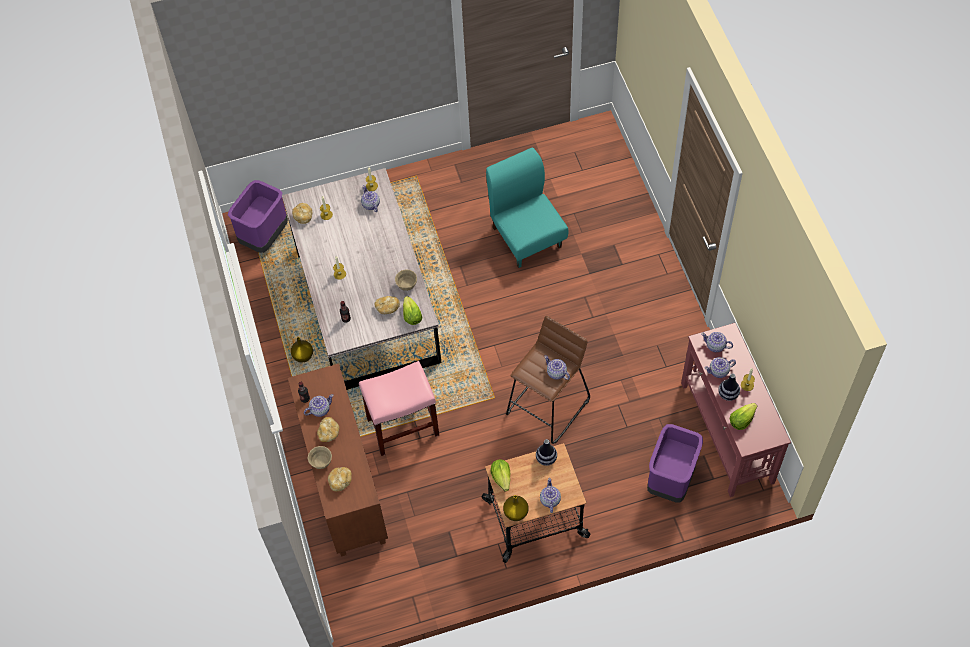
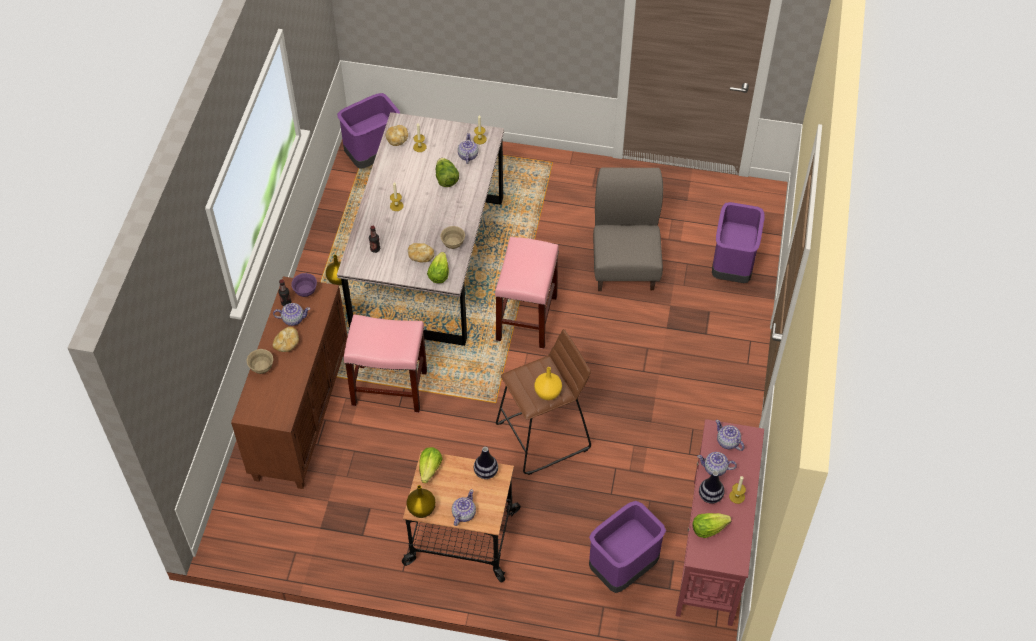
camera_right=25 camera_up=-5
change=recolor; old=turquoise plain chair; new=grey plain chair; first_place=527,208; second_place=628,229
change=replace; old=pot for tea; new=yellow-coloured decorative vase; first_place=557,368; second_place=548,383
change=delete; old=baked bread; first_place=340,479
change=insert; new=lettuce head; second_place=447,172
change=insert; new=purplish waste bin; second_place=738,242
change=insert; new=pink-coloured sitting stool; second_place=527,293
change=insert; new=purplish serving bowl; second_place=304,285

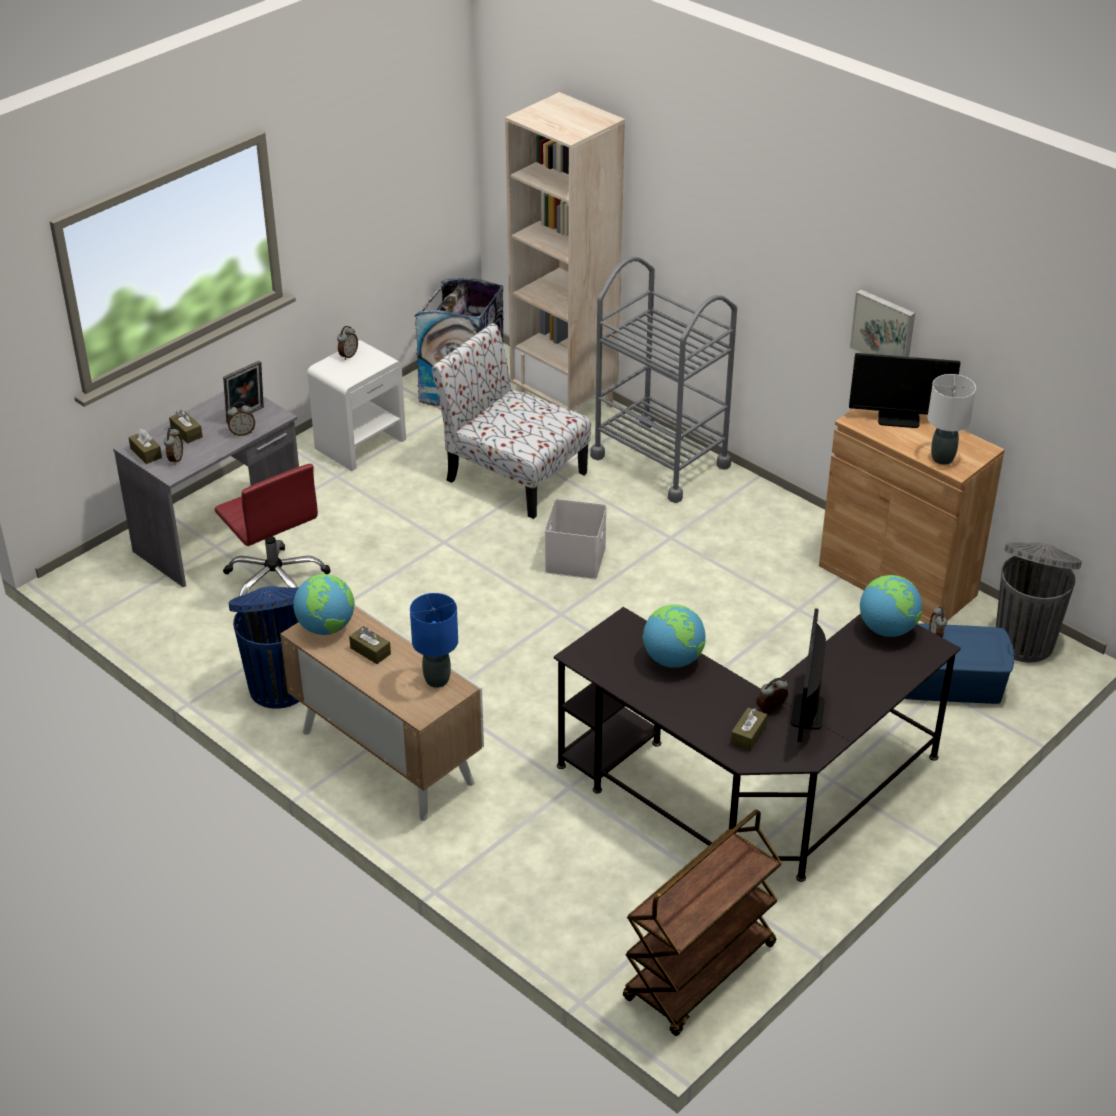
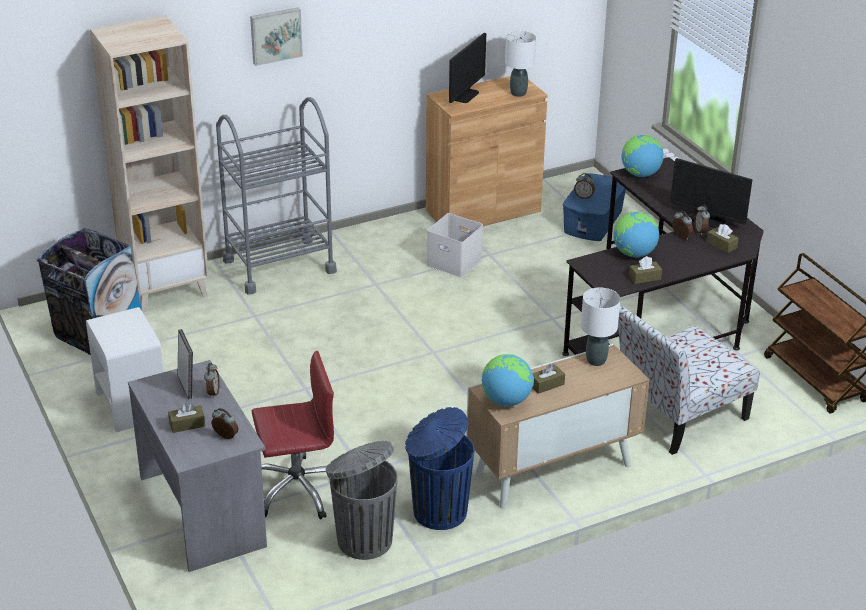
camera_right=-70 camera_up=-5
change=move; old=wall art; first_place=882,323; second_place=276,37
change=move; old=plain chair; first_place=511,421; second_place=689,380
change=move; old=bedside clock; first_place=347,343; second_place=682,225
change=move; old=brown-coloured tissue holder; first_place=145,446; second_place=645,270
change=move; old=white storage bin; first_place=576,539; second_place=455,245
change=move; old=grey waste bin; first_place=1039,602; second_place=362,500
change=recolor; old=blue table lamp; new=white table lamp; first_place=434,640; second_place=600,327

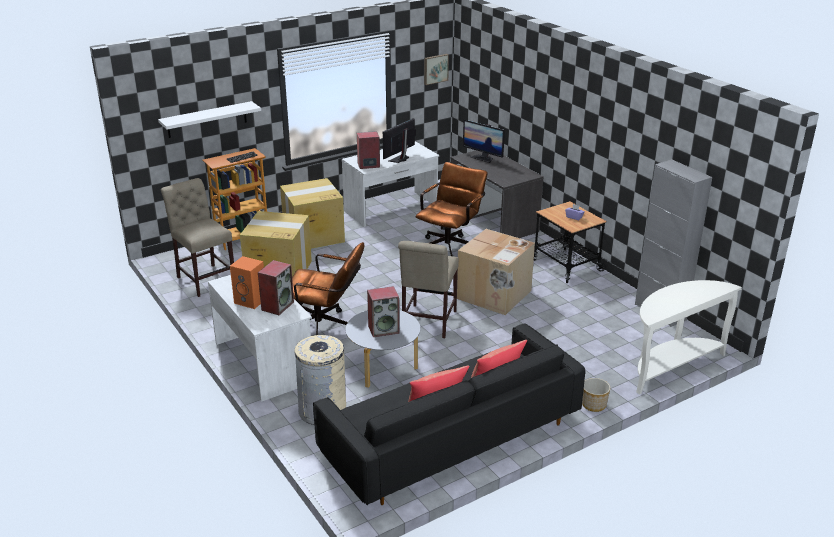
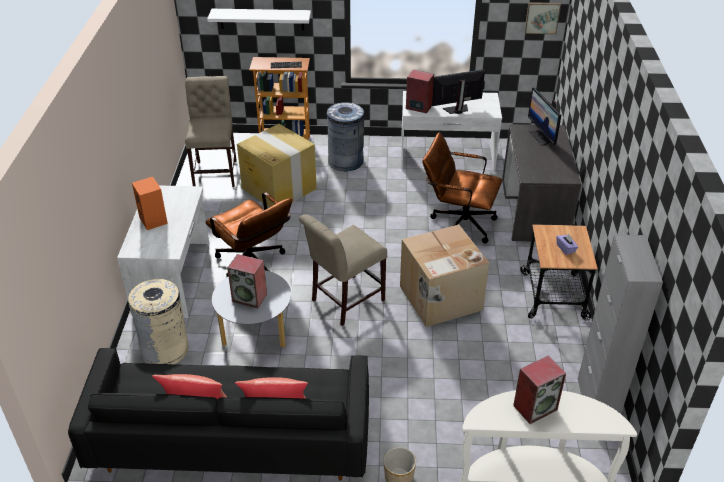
camera_right=35 camera_up=10
change=rotate; old=brown-coloured computer chair; first_place=451,209; second_place=462,187; degrees=-135
change=replace; old=packing box; new=grey waste bin; first_place=312,213; second_place=346,136
change=move; old=audio speaker; first_place=276,287; second_place=539,389

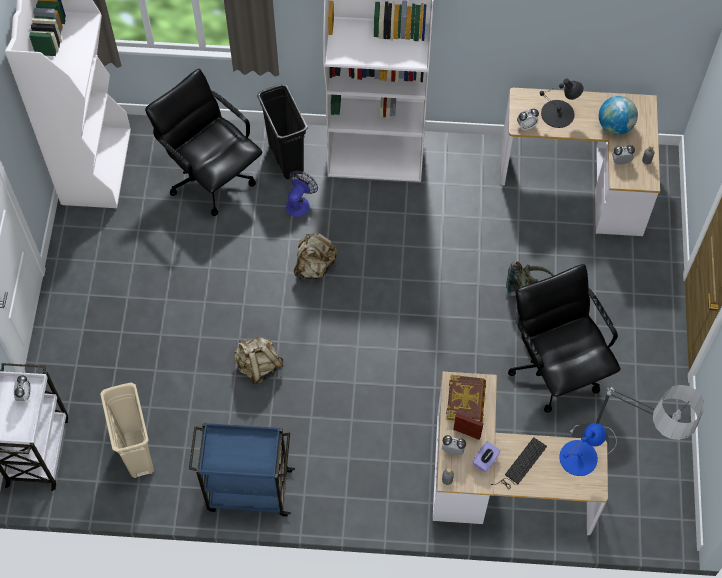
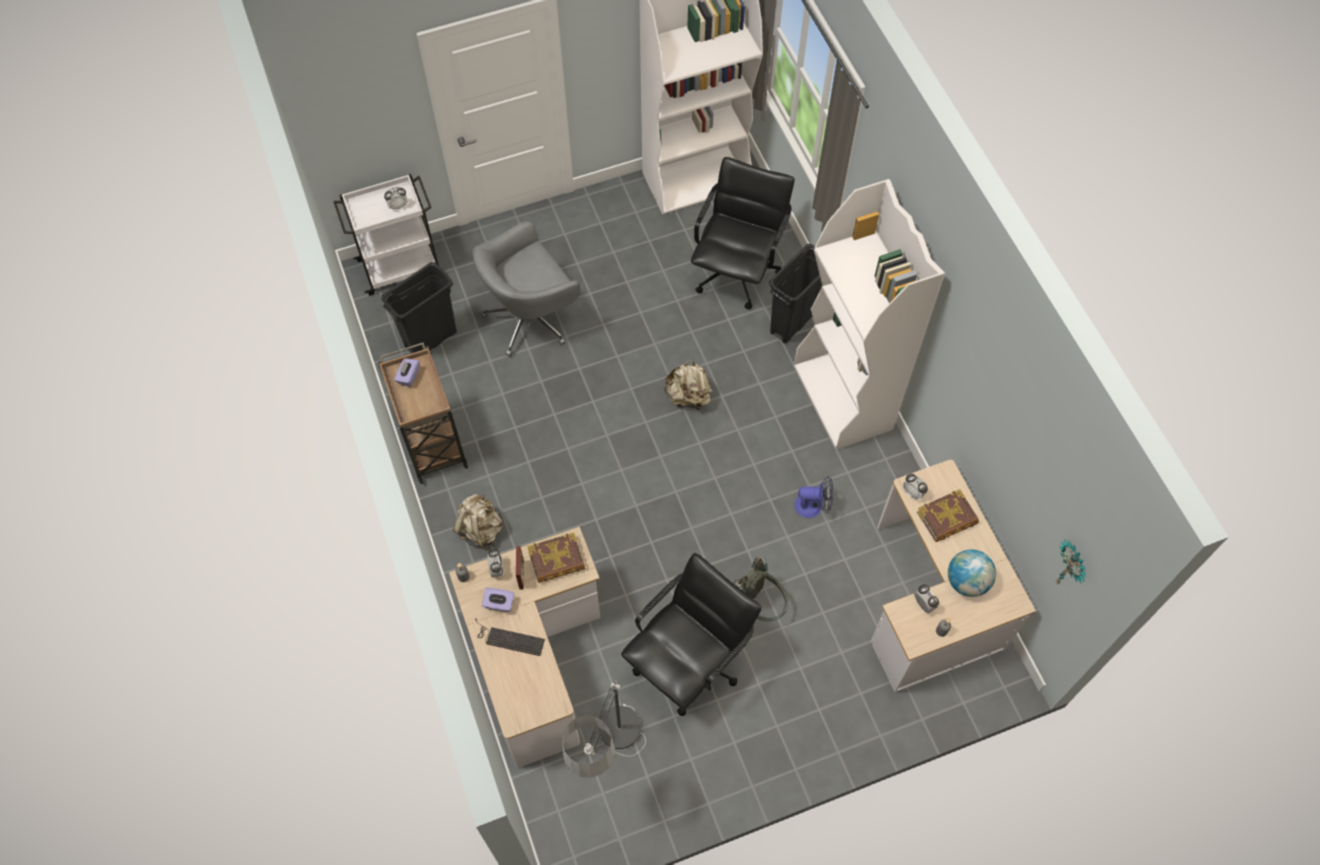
camera_right=65 camera_up=0
change=replace; old=blackish table lamp; new=book; first_place=561,103; second_place=948,515
change=move; old=cooling fan; first_place=302,194; second_place=814,497
change=move; old=sand-coloured knapsack; first_place=259,360; second_place=477,522
change=recolor; old=sand-coloured waste bin; new=blackish waste bin; first_place=127,430; second_place=419,308
change=recolor; old=blue cart; new=brown-coloured cart; first_place=242,469; second_place=423,413
change=delete; old=blue table lamp; first_place=583,449
change=insert; new=grey computer chair; second_place=526,289
change=insert; new=purplish tissue holder; second_place=407,372
change=insert; new=wall clock; second_place=1070,561

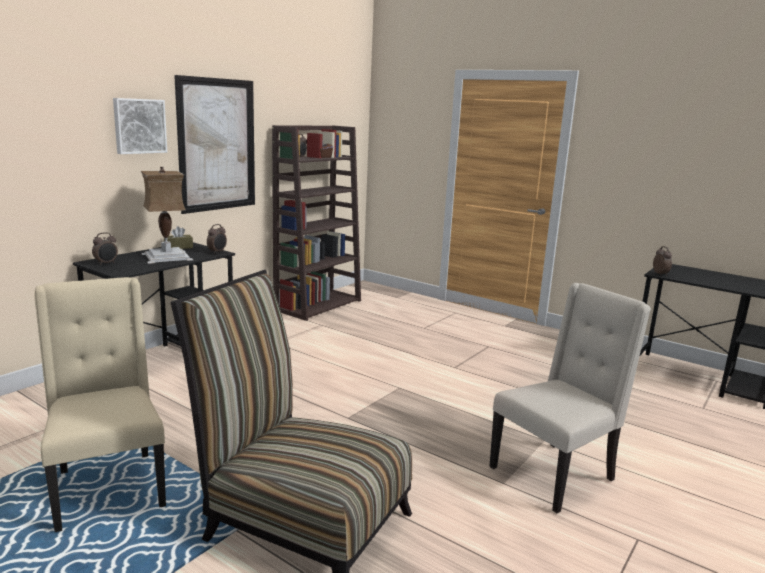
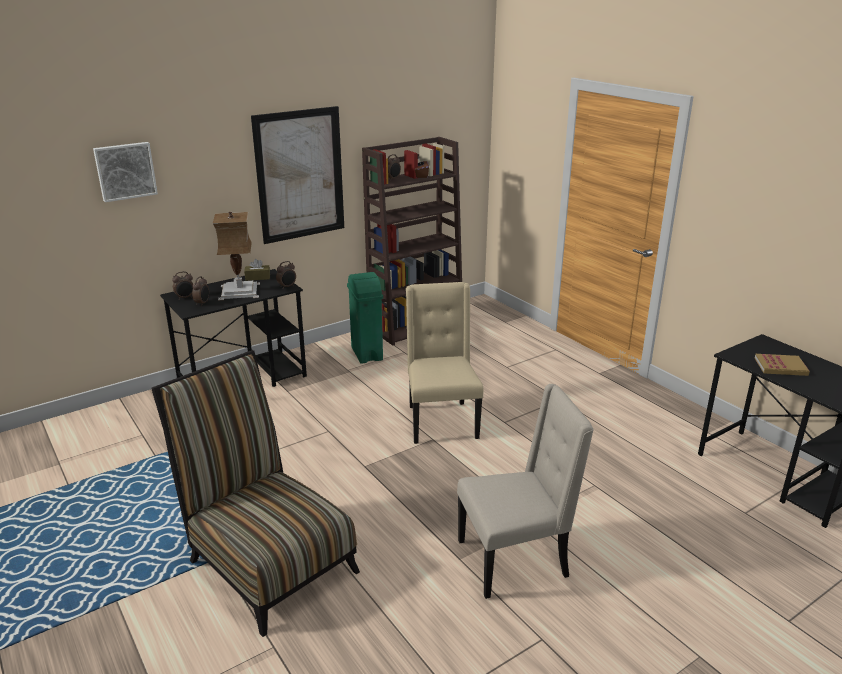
camera_right=20 camera_up=10
change=move; old=wall art; first_place=140,126; second_place=125,172
change=move; old=bedside clock; first_place=662,261; second_place=200,291
change=move; old=sand-coloured plain chair; first_place=100,404; second_place=444,363
change=insert; new=green-coloured waste bin; second_place=365,318
change=insert; new=book; second_place=782,365

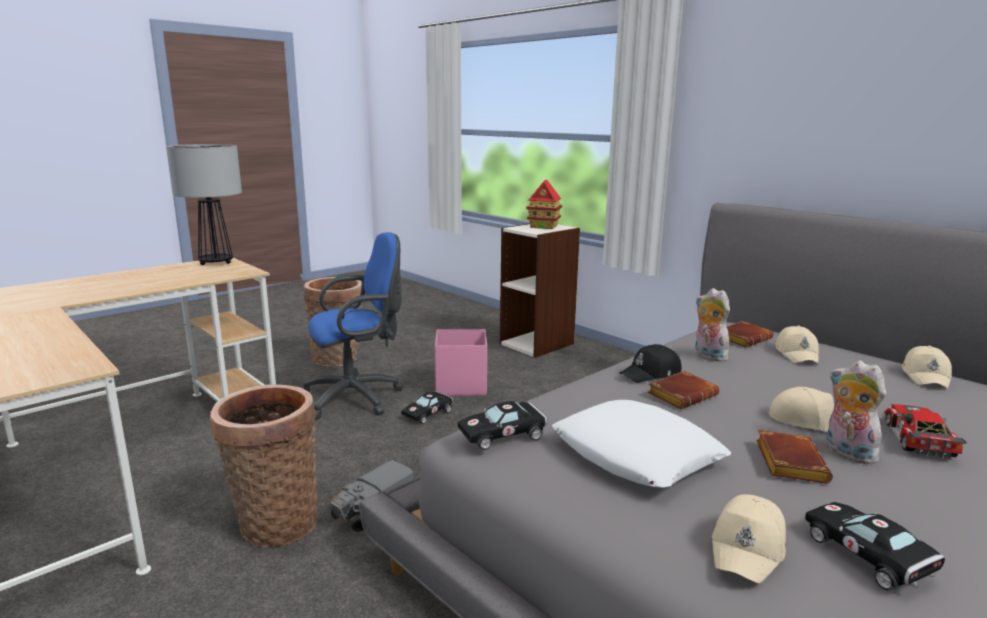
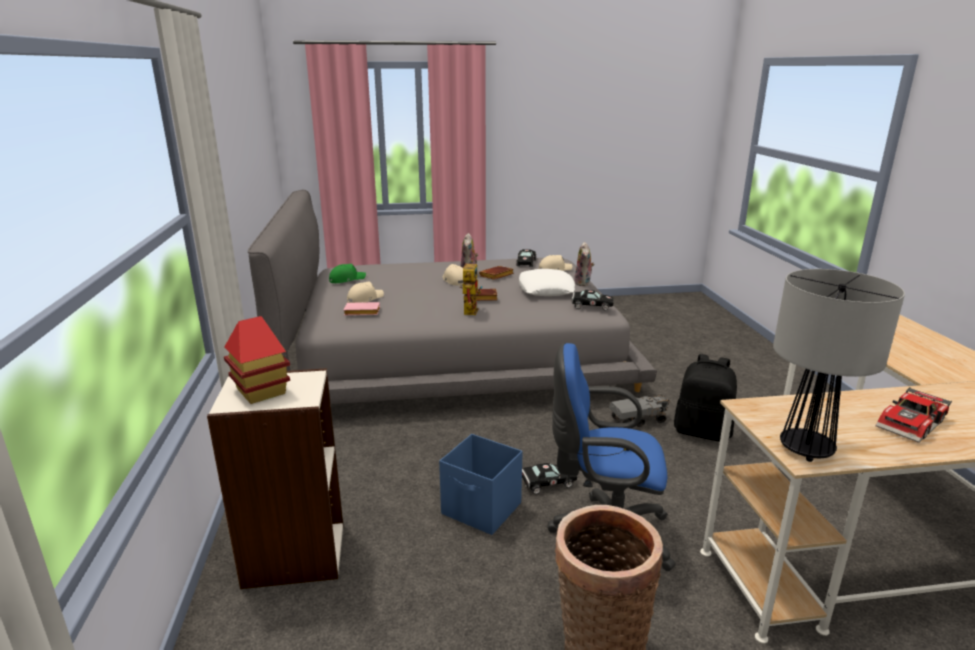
camera_right=-145 camera_up=5
change=move; old=plush toy; first_place=712,325; second_place=584,264
change=recolor; old=brown-coloured book; new=pink-coloured book; first_place=750,334; second_place=362,309
change=recolor; old=pink-coloured storage bin; new=blue storage bin; first_place=461,362; second_place=481,484
change=replace; old=blackish cap; new=robot figure; first_place=650,363; second_place=471,287
change=recolor; old=sand-coloured cap; new=green-coloured cap; first_place=927,367; second_place=347,273
change=replace; old=basket; new=blackish knapsack; first_place=263,466; second_place=705,398
change=move; old=model car; first_place=924,431; second_place=913,415

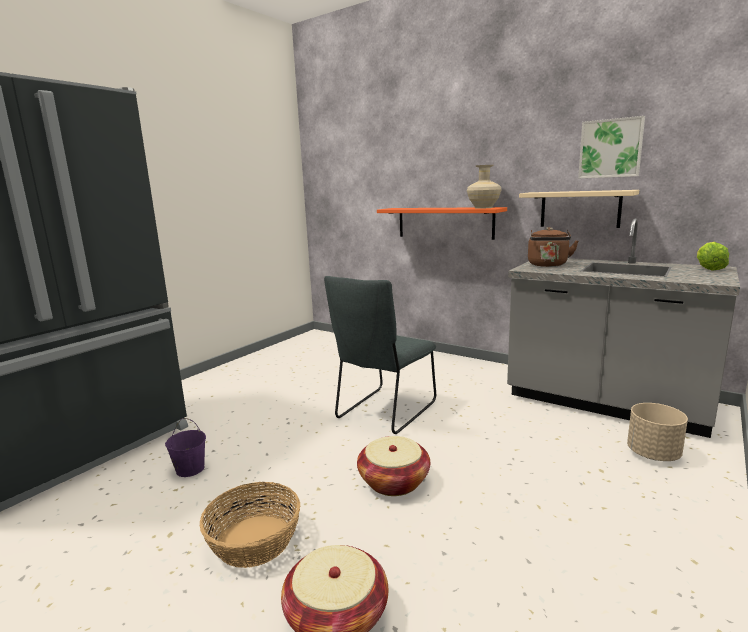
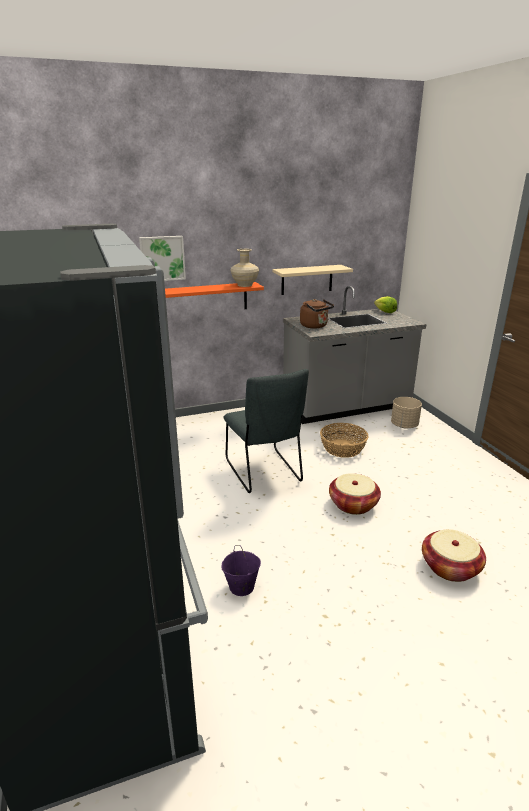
camera_right=-55 camera_up=10
change=move; old=wall art; first_place=611,147; second_place=162,258
change=move; old=basket; first_place=250,525; second_place=344,440

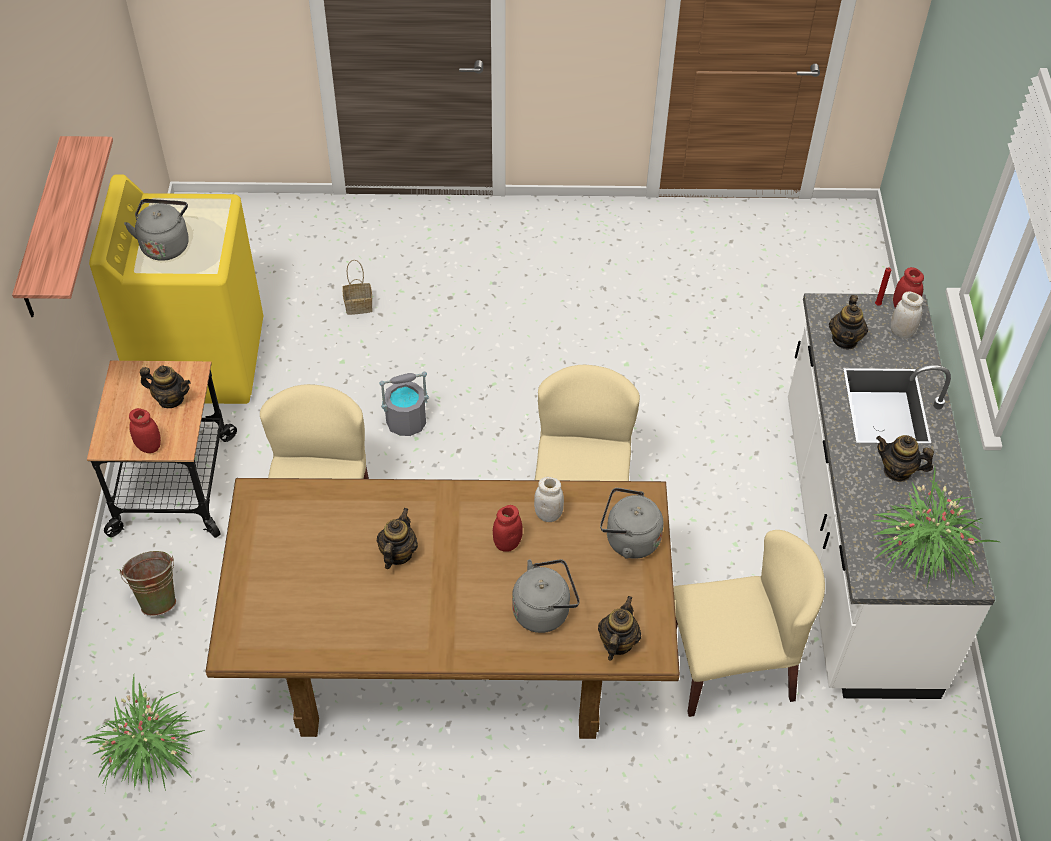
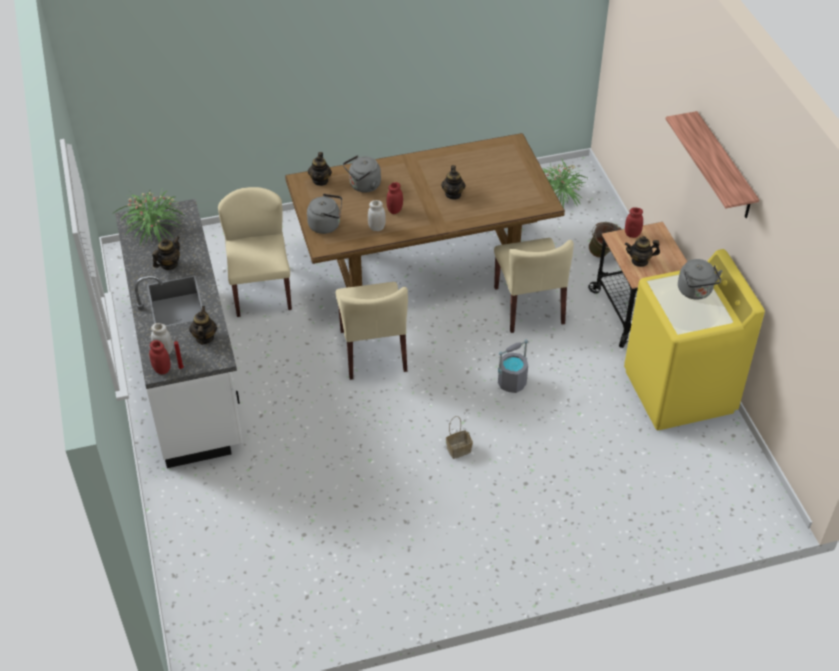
camera_right=165 camera_up=-5
change=move; old=basket; first_place=357,287; second_place=459,437
change=rotate; old=pot for tea; first_place=905,458; second_place=166,253; degrees=-60
change=rotate; old=sand-coloured plain chair; first_place=749,623; second_place=255,252; degrees=105

